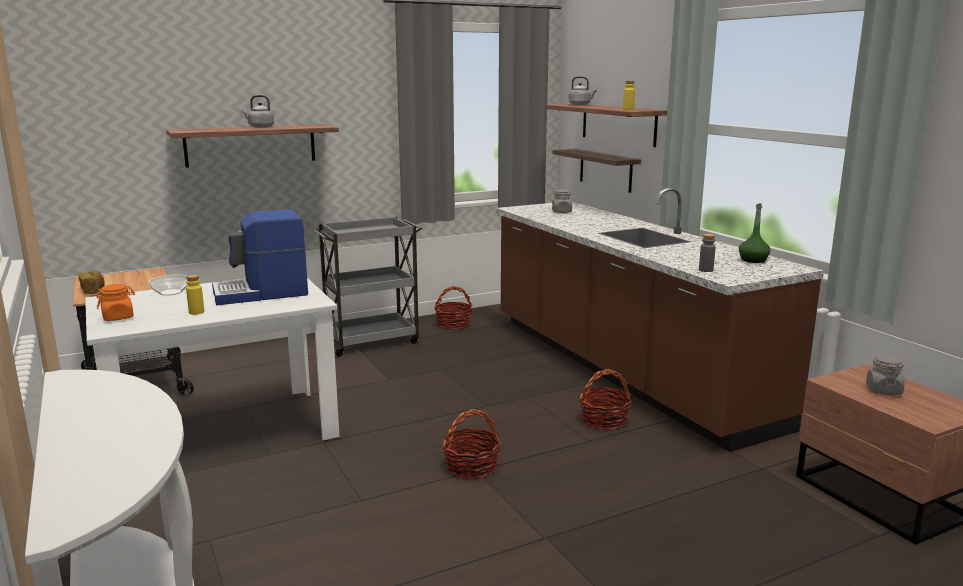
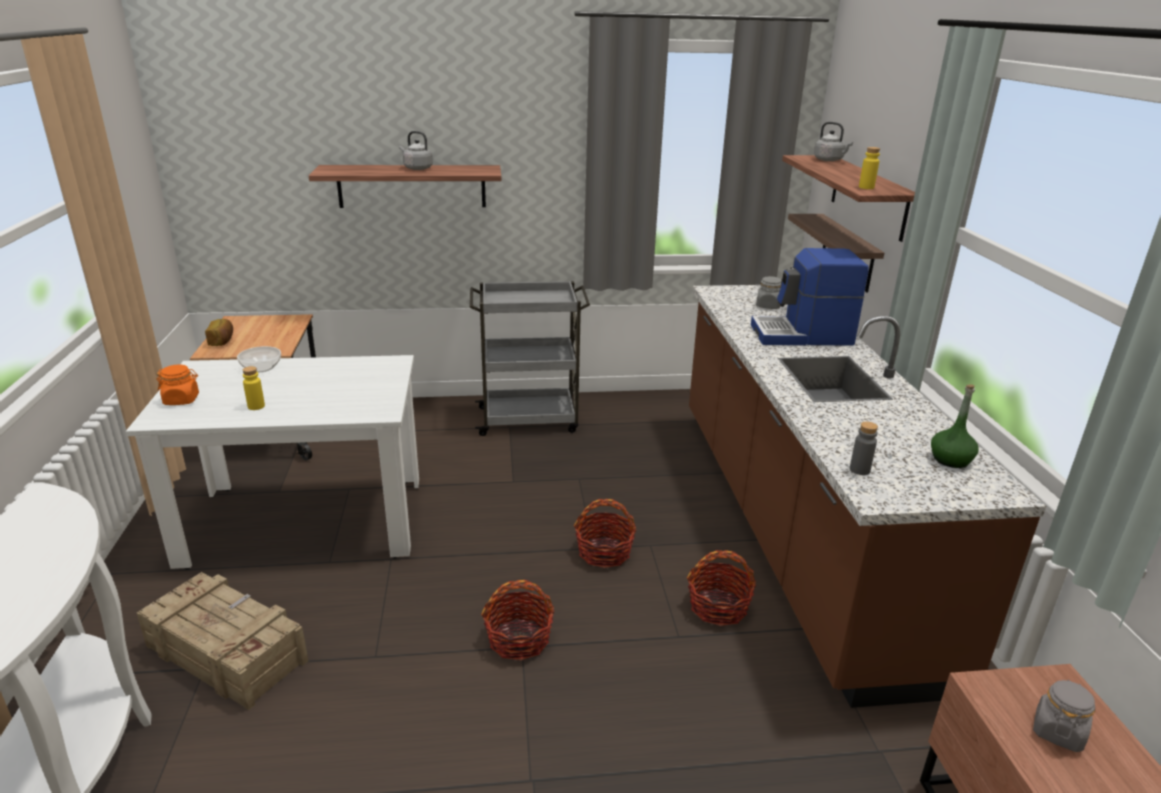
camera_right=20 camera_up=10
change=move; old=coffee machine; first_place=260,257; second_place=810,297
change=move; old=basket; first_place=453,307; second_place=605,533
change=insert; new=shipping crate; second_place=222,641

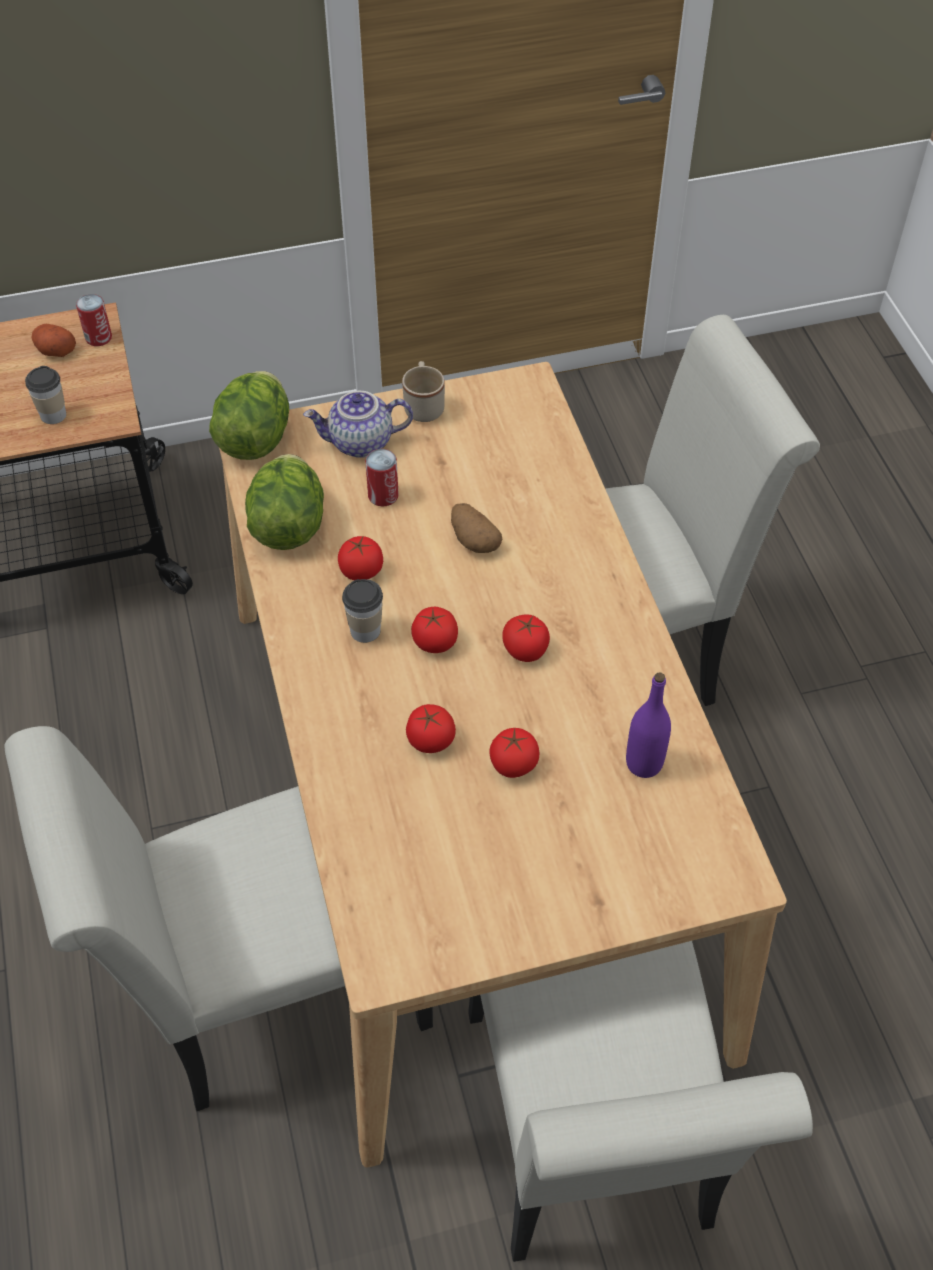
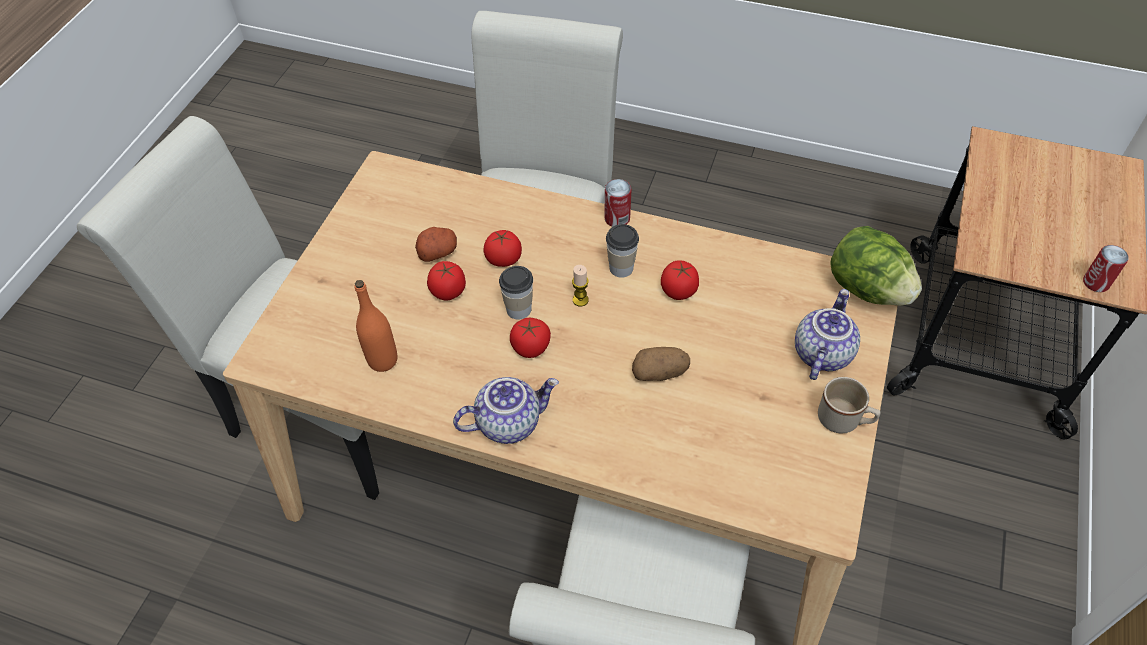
camera_right=125 camera_up=0
change=move; old=potato; first_place=53,340; second_place=436,244
change=move; old=cup; first_place=45,395; second_place=516,292
change=move; old=metal can; first_place=382,477; second_place=617,203
change=delete; old=lettuce head; first_place=284,502
change=replace; old=tomato; new=wax light; first_place=434,630; second_place=580,286
change=recolor; old=purplish bottle; new=orange bottle; first_place=648,725; second_place=376,326
change=insert; new=pot for tea; second_place=506,410

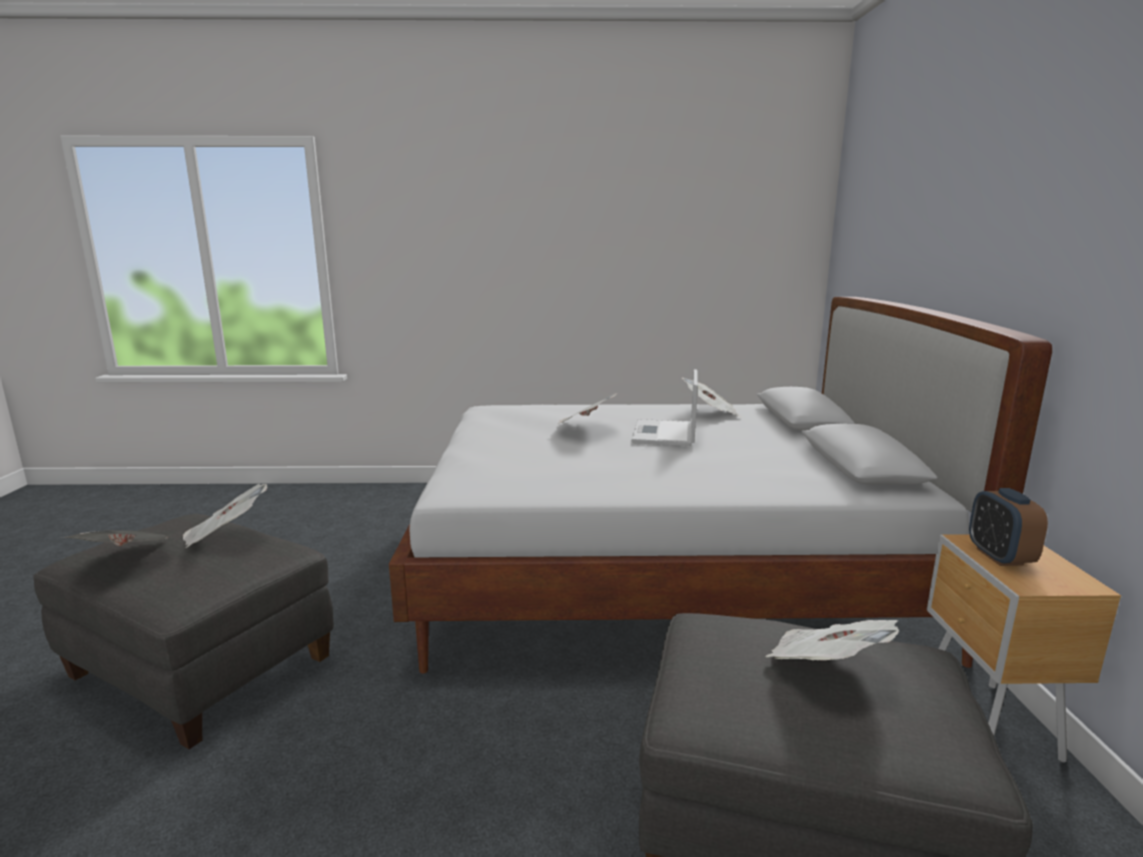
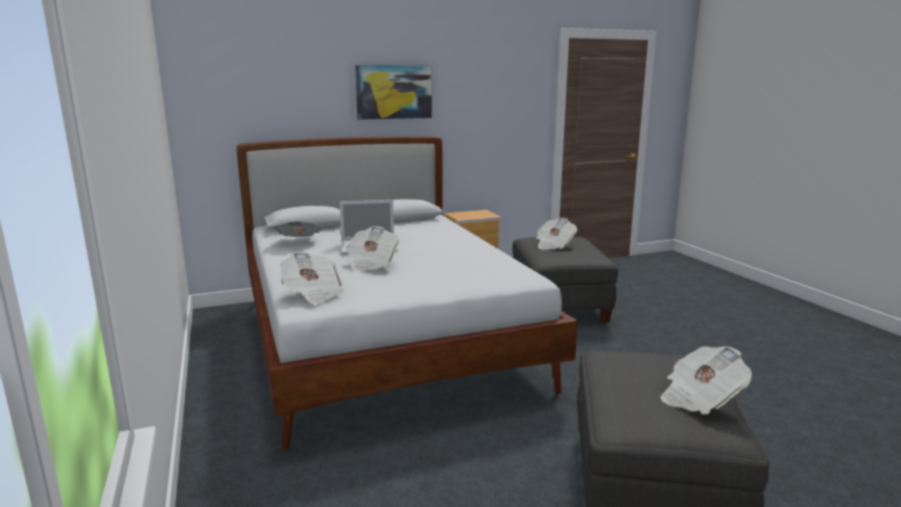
camera_right=-110 camera_up=0
change=move; old=printed paper; first_place=225,516; second_place=312,278
change=delete; old=bedside clock; first_place=1008,527
change=insert; new=wall art; second_place=393,92

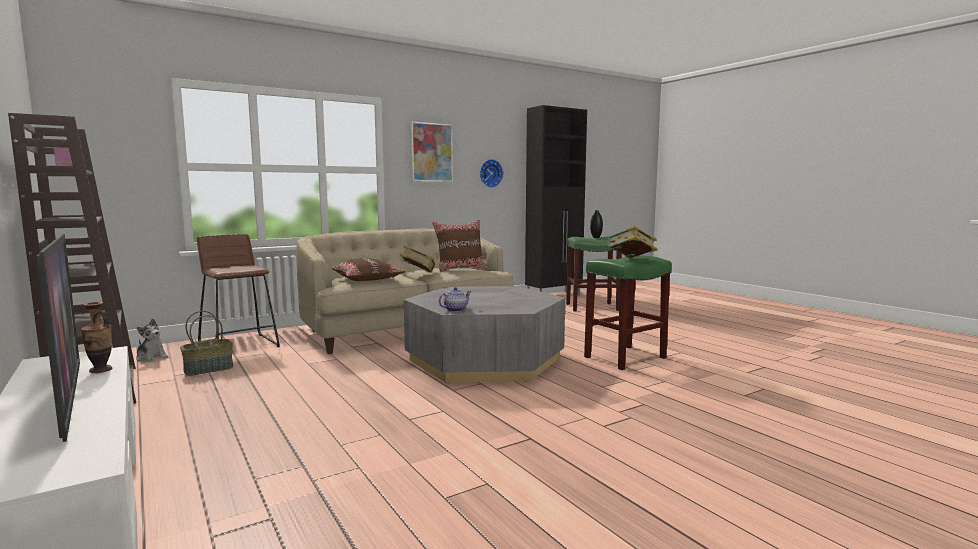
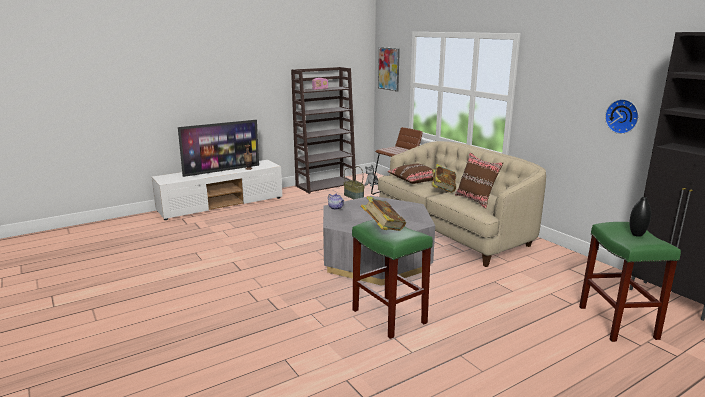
camera_right=90 camera_up=10
change=move; old=wall art; first_place=432,152; second_place=389,69

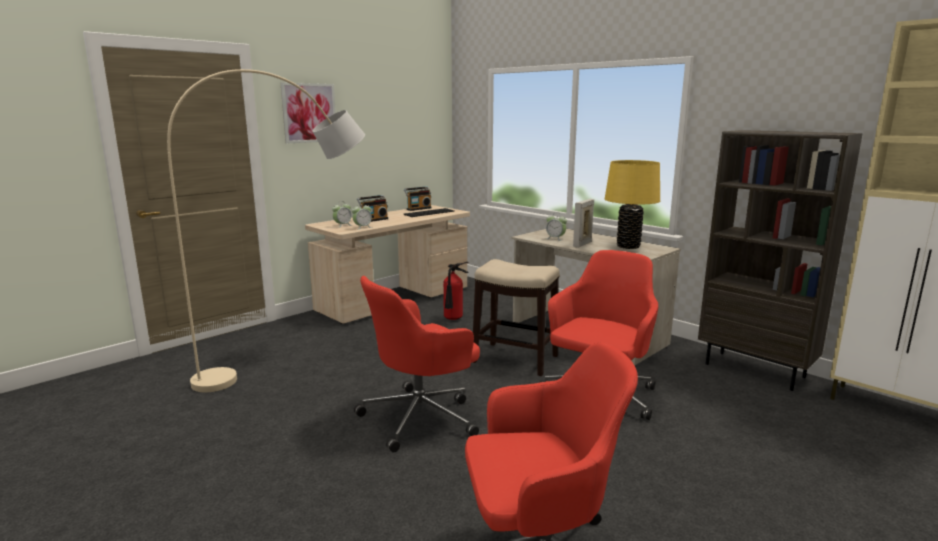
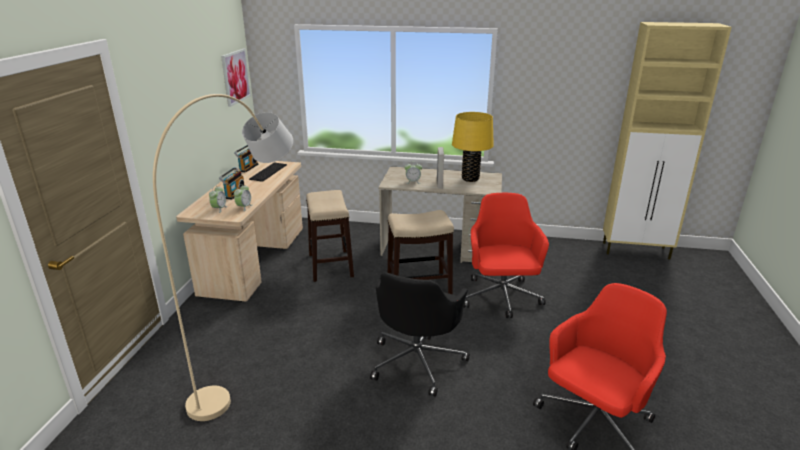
camera_right=-35 camera_up=10
change=move; old=wall art; first_place=308,112; second_place=236,78
change=delete; old=brown-coloured bookshelf; first_place=780,260
change=replace; old=fire extinguisher; new=sitting stool; first_place=456,291; second_place=330,236
change=recolor; old=red computer chair; new=blackish computer chair; first_place=417,364; second_place=420,334

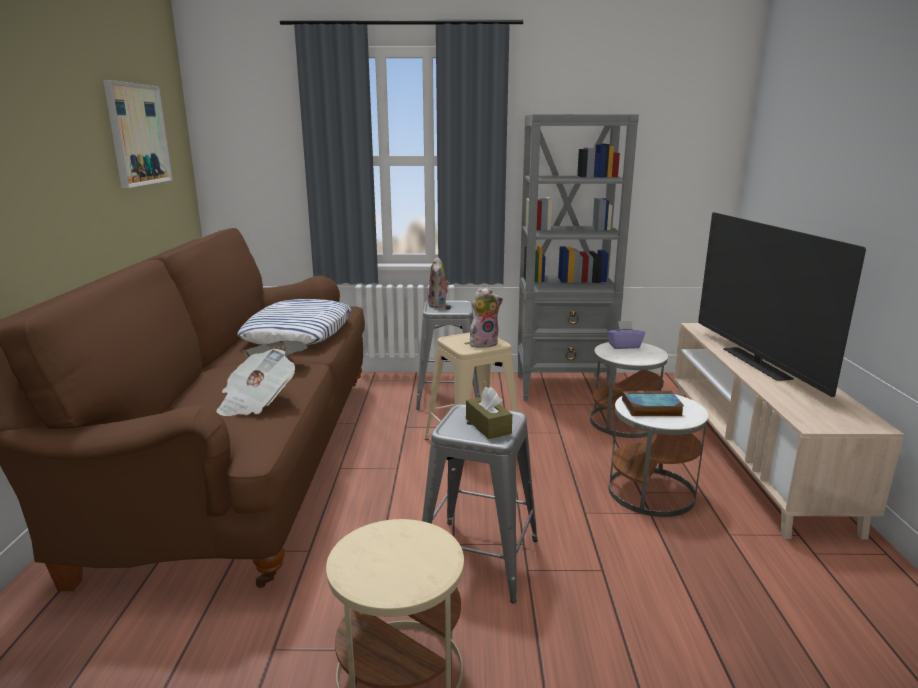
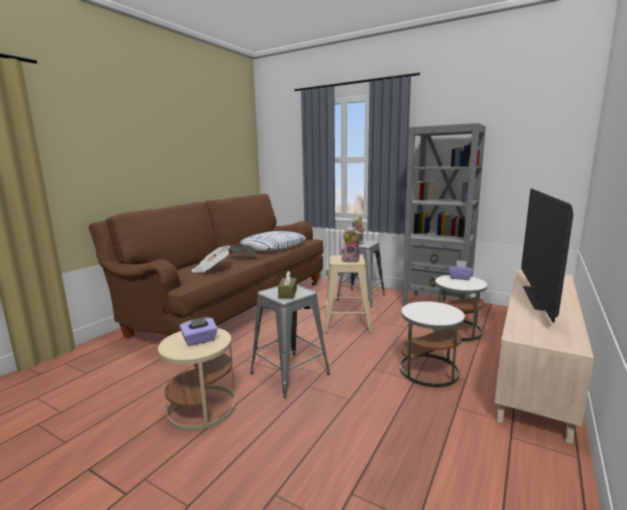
camera_right=30 camera_up=-5
change=delete; old=wall art; first_place=137,134
change=delete; old=book; first_place=653,403
change=insert; new=purplish tissue holder; second_place=199,331

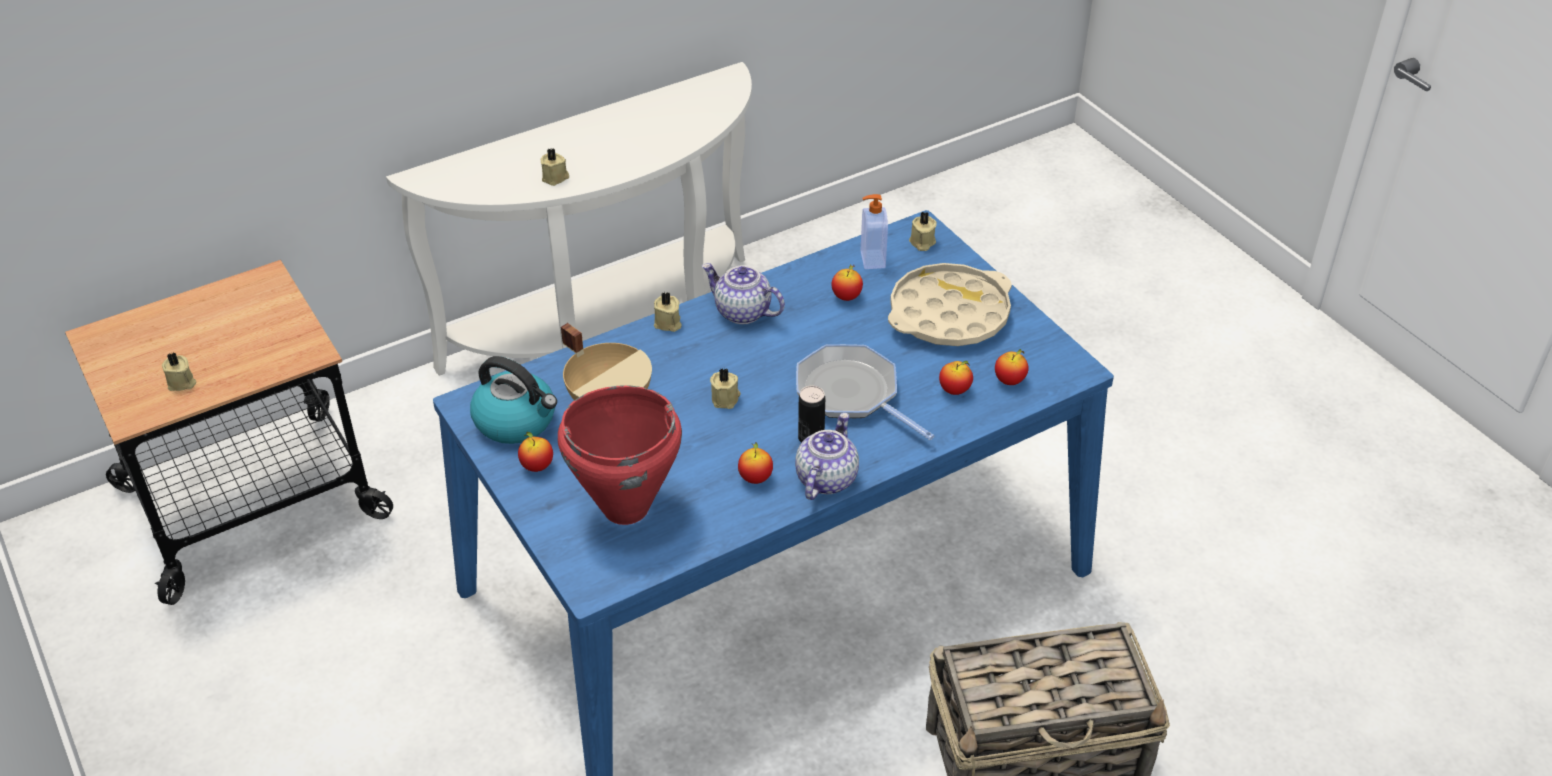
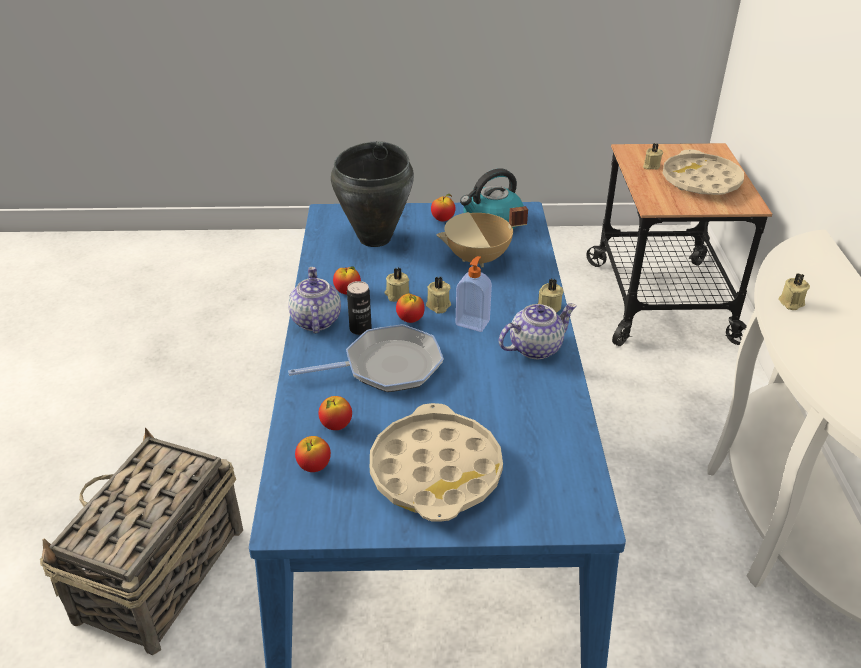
camera_right=120 camera_up=-5
change=move; old=liquid soap bottle; first_place=874,231; second_place=474,294
change=move; old=sand-coloured wax light; first_place=923,231; second_place=397,285
change=move; old=whole apple; first_place=847,283; second_place=410,308
change=recolor; old=red cooking pot; new=blackish cooking pot; first_place=620,455; second_place=372,194
change=rotate; old=pot for tea; first_place=827,456; second_place=314,300; degrees=-150
change=insert; new=sand-coloured serving tray; second_place=703,172

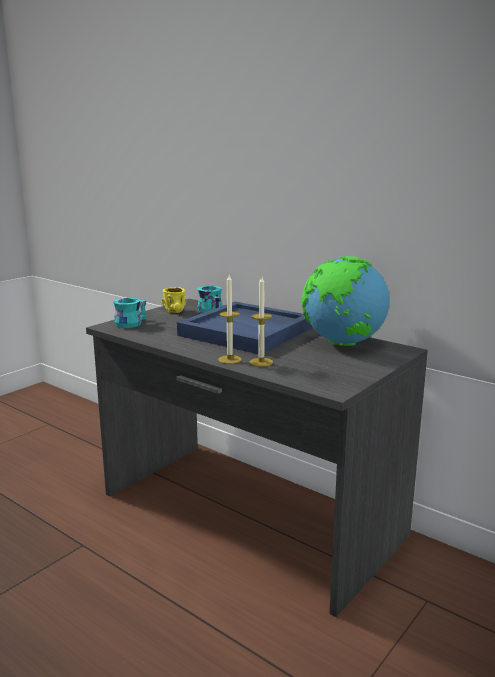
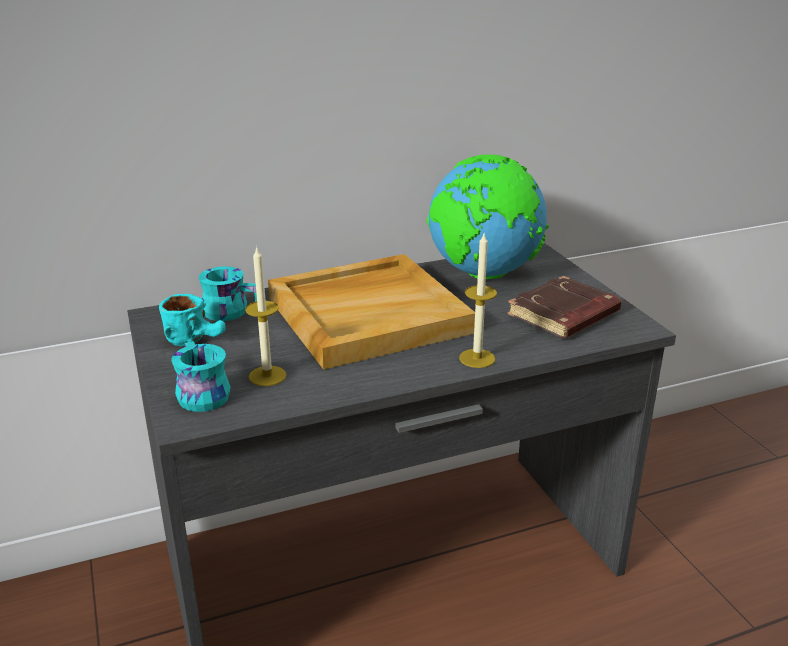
camera_right=-60 camera_up=10
change=move; old=wax light; first_place=261,321; second_place=266,317
change=recolor; old=yellow-coloured tea mug; new=turquoise tea mug; first_place=174,300; second_place=192,320
change=recolor; old=blue serving tray; new=sand-coloured serving tray; first_place=244,328; second_place=371,312
change=insert; new=brown-coloured book; second_place=564,307

